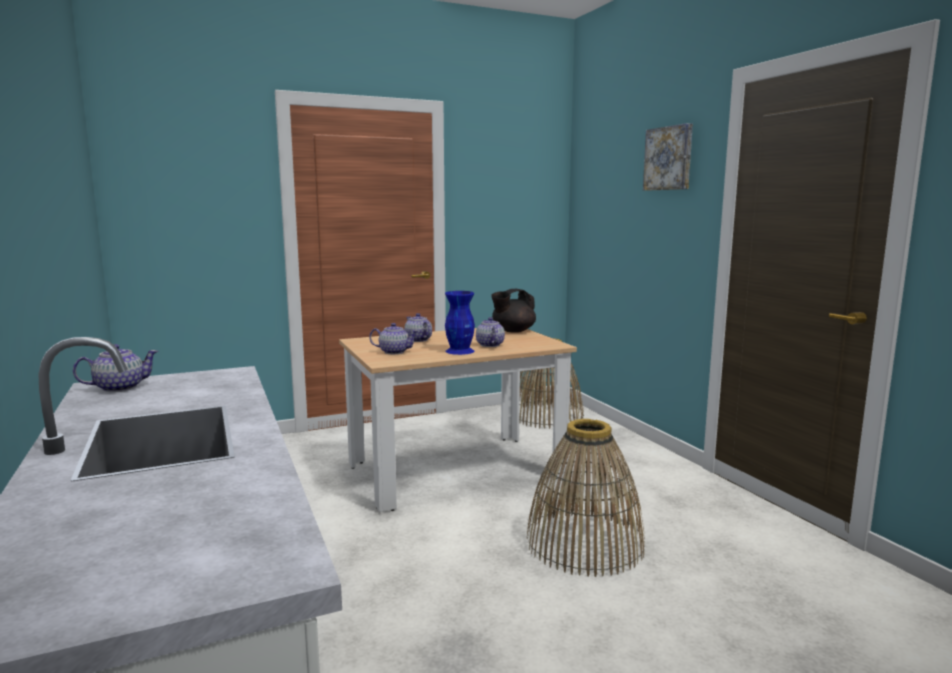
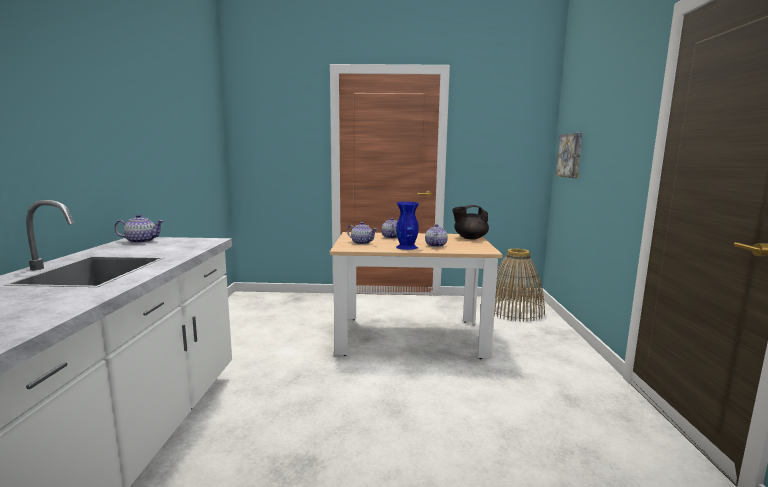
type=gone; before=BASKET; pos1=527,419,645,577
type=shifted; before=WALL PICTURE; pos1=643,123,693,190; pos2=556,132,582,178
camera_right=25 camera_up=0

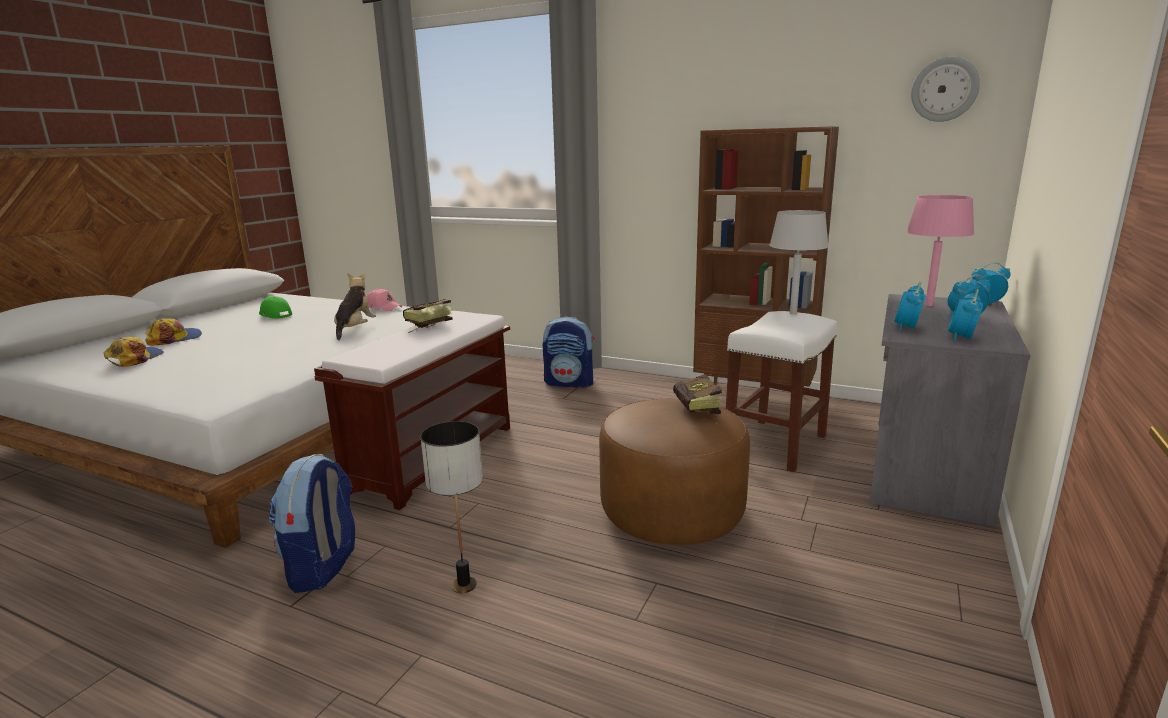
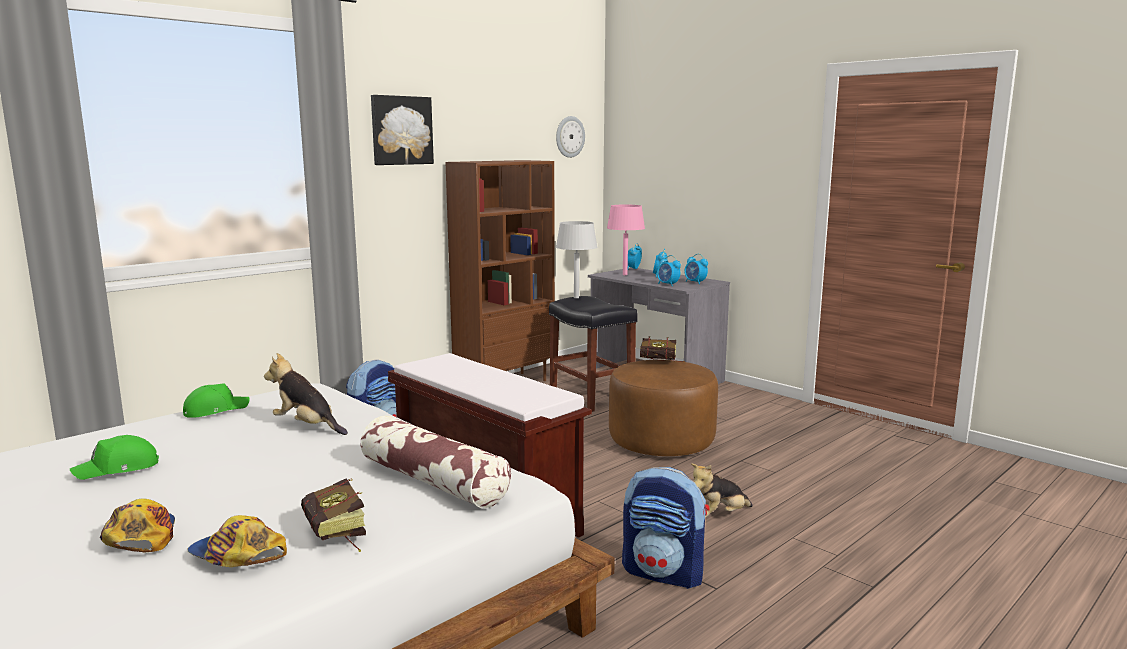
type=new; after=THROW PILLOW; pos2=361,415,511,508
type=new; after=WALL PICTURE; pos2=371,95,434,165
type=shifted; before=VOLUME; pos1=403,299,453,333; pos2=301,478,366,552
type=swapped; before=TABLE LAMP; after=PLUSH TOY; pos1=420,421,483,593; pos2=691,463,753,518
type=repainted; before=PINK PEAKED CAP; after=GREEN PEAKED CAP; pos1=366,289,402,311; pos2=183,383,250,418
type=repainted; before=WHITE SITTING STOOL; after=BLACK SITTING STOOL; pos1=726,311,837,472; pos2=549,296,638,412
camera_right=-70 camera_up=-5

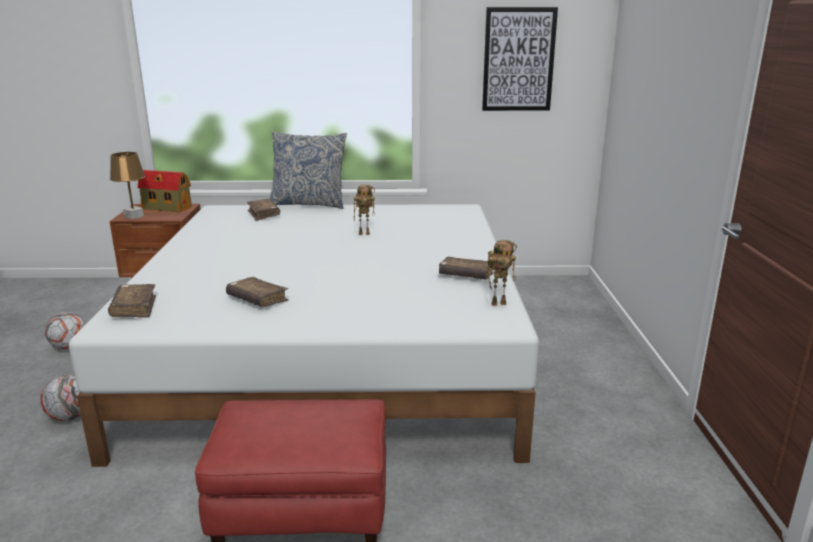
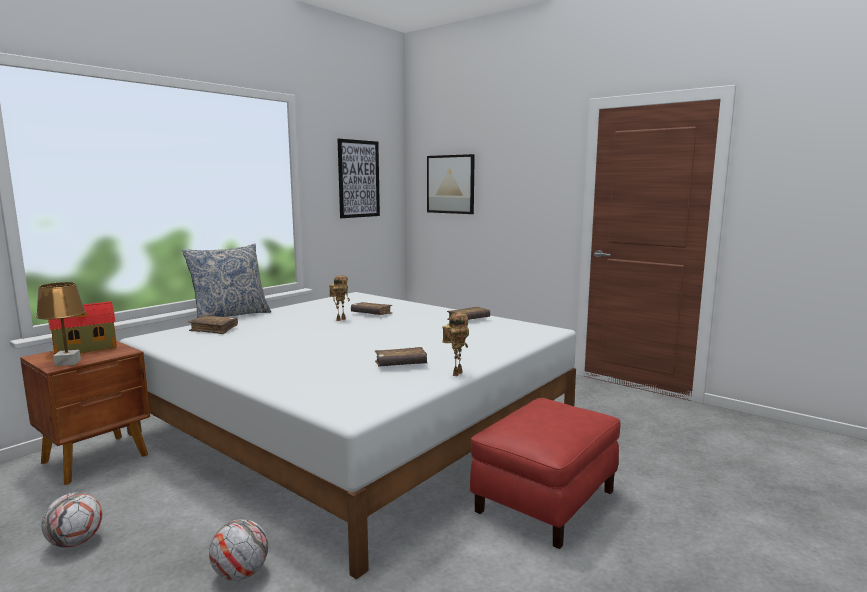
type=new; after=WALL PICTURE; pos2=427,154,475,214
type=shifted; before=BROWNISH VOLUME; pos1=108,284,156,318; pos2=351,302,392,315
type=shifted; before=MODEL ROBOT; pos1=487,240,517,306; pos2=442,312,469,376
camera_right=-50 camera_up=-10

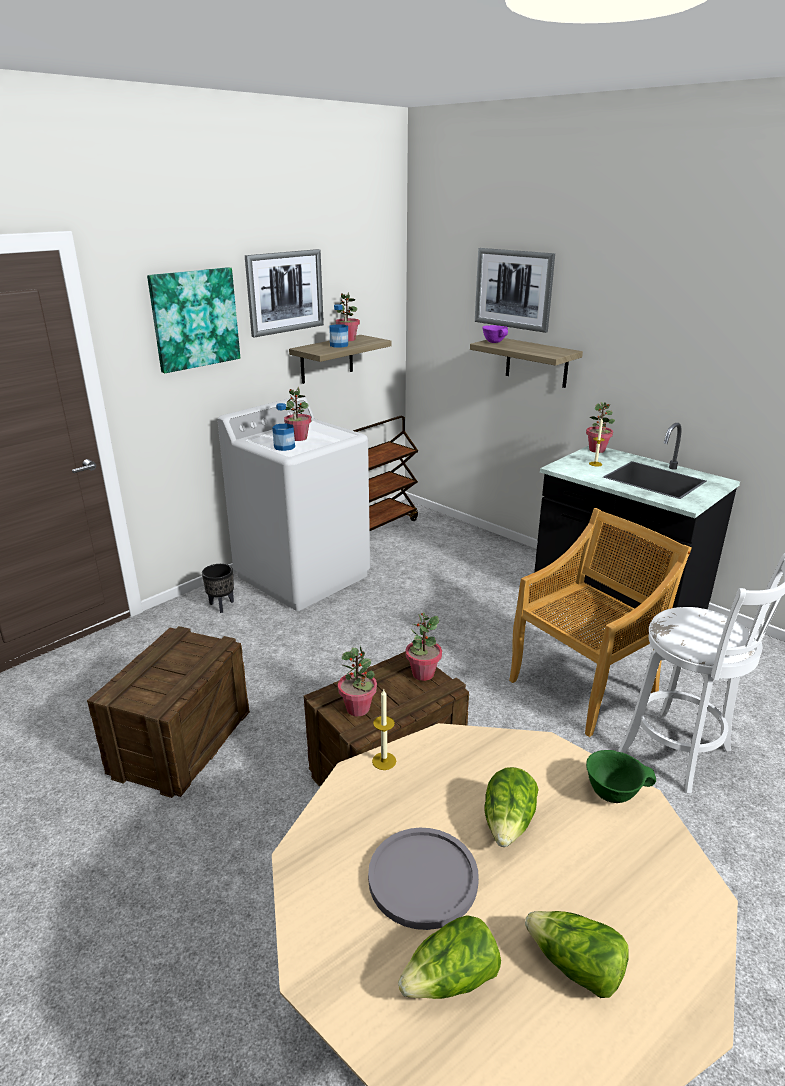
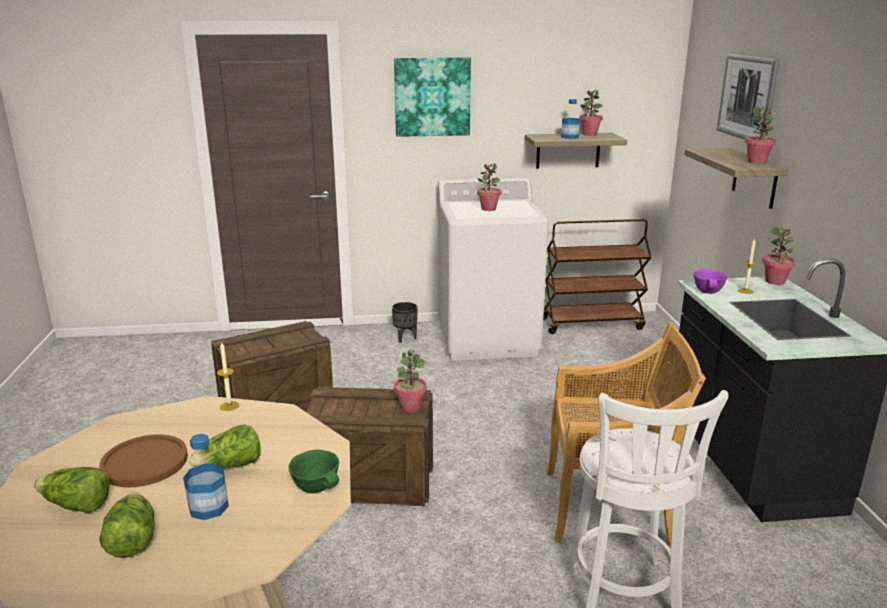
type=gone; before=WALL PICTURE; pos1=245,249,324,337
type=shifted; before=DRINK BOTTLE; pos1=272,403,295,451; pos2=183,434,229,520
type=shifted; before=POTTED PLANT; pos1=338,646,377,717; pos2=745,106,776,164
type=shifted; before=PURPLE SERVING BOWL; pos1=482,325,508,343; pos2=693,269,728,294
type=repainted; before=GREYISH DINNER PLATE; after=BROWNISH DINNER PLATE; pos1=368,828,479,930; pos2=99,434,188,487
camera_right=40 camera_up=-5

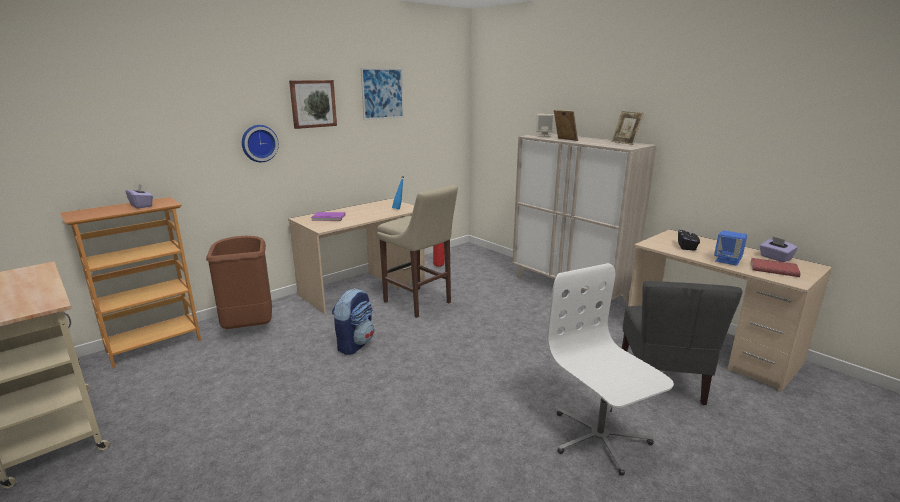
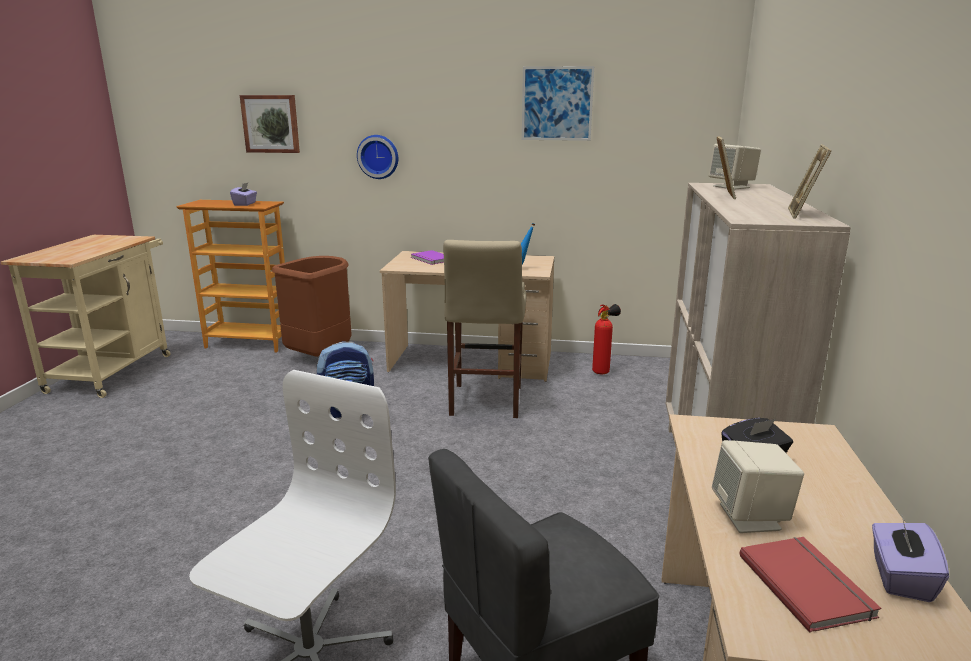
type=shifted; before=WALL PICTURE; pos1=289,80,337,129; pos2=240,95,300,153
type=repainted; before=BLUE LOUDSPEAKER; after=SAND-COLOURED LOUDSPEAKER; pos1=714,230,747,266; pos2=712,440,804,533
camera_right=50 camera_up=0

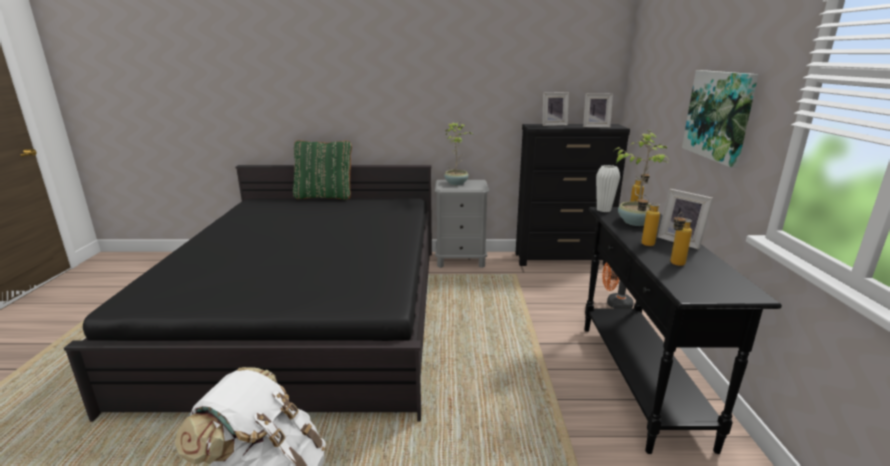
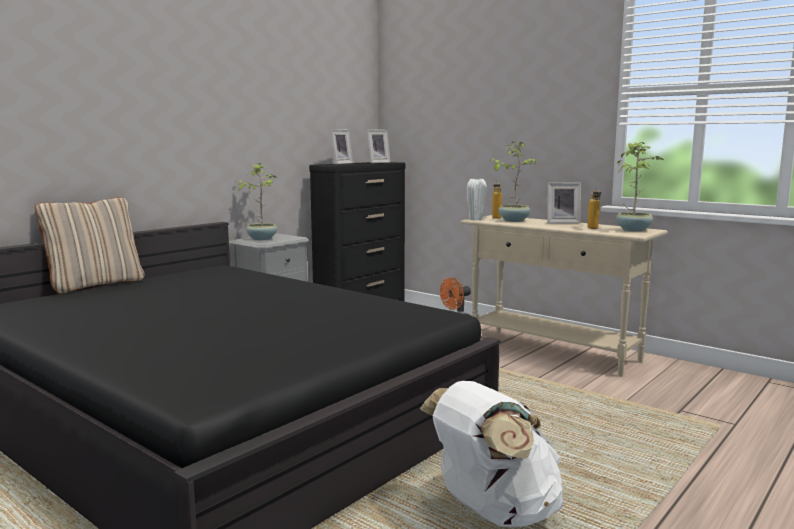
type=gone; before=DRINK BOTTLE; pos1=637,195,660,246
type=gone; before=WALL PICTURE; pos1=682,70,759,167
type=new; after=POTTED PLANT; pos2=616,142,664,232
type=repainted; before=GREEN THROW PILLOW; after=SAND-COLOURED THROW PILLOW; pos1=293,140,352,200; pos2=35,197,144,294
type=repainted; before=BLACK HALL TABLE; after=SAND-COLOURED HALL TABLE; pos1=585,207,782,454; pos2=461,215,668,377
camera_right=-50 camera_up=-10

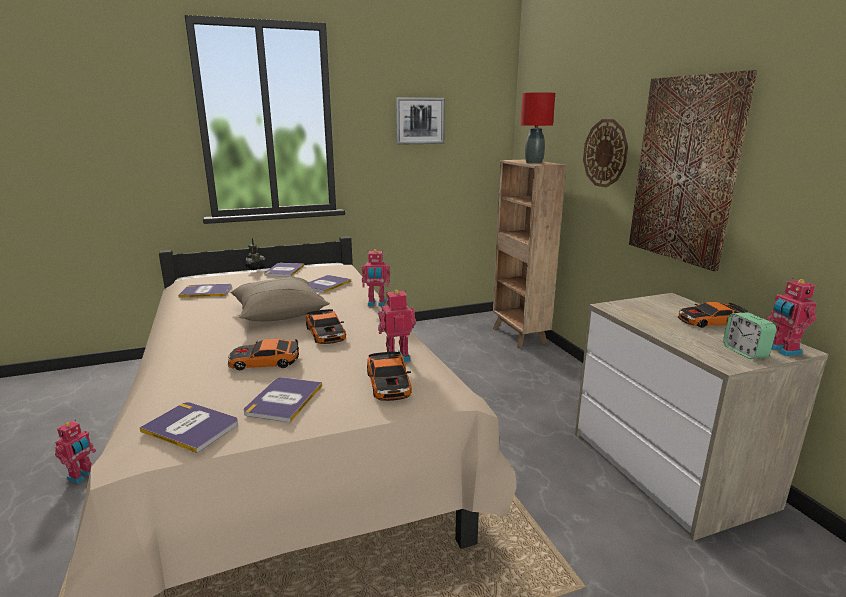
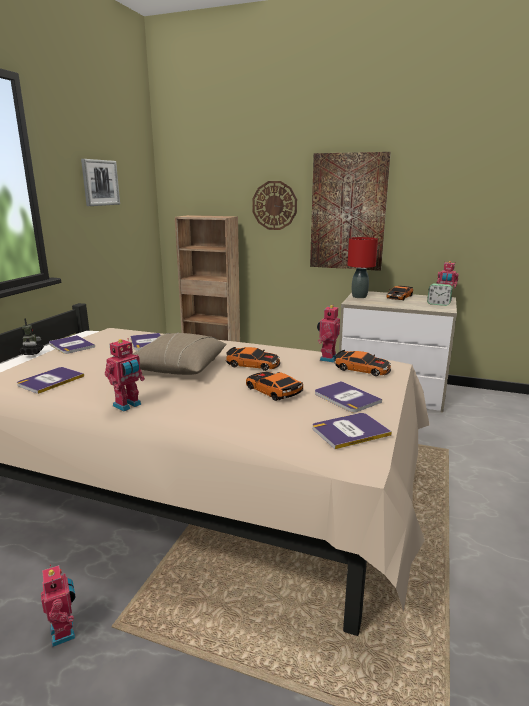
type=shifted; before=MODEL ROBOT; pos1=361,249,390,306; pos2=105,338,145,412
type=shifted; before=REDDISH TABLE LAMP; pos1=520,92,555,164; pos2=348,237,378,298
type=rotated; before=TOY CAR; pos1=228,339,299,370; pos2=246,372,303,401; turn=105
camera_right=-50 camera_up=0

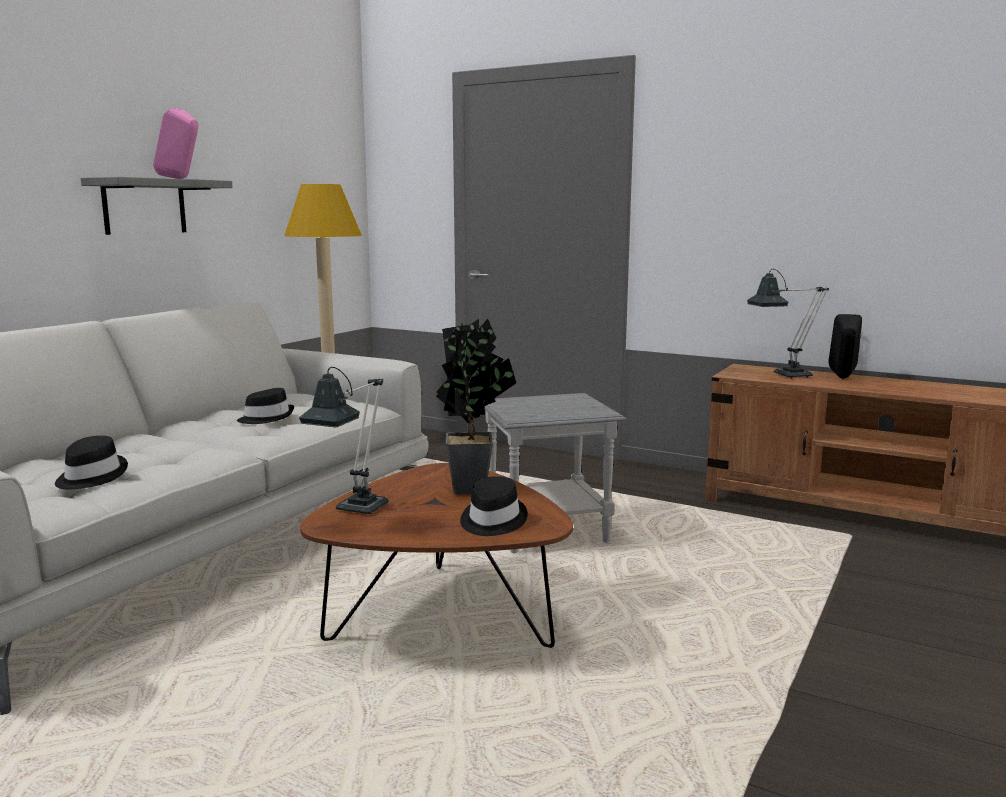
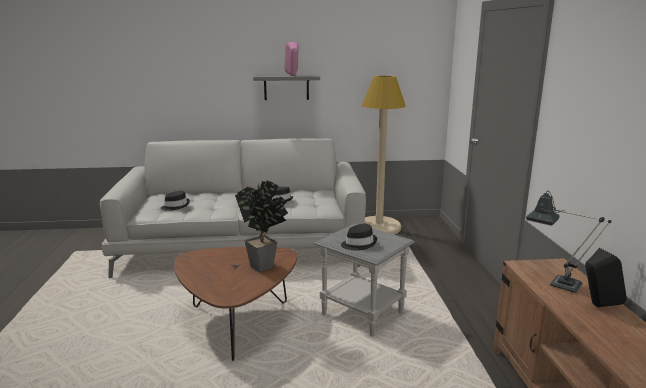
type=gone; before=TABLE LAMP; pos1=299,367,389,514
type=shifted; before=BLACK HAT; pos1=460,476,528,536; pos2=341,224,377,251
camera_right=55 camera_up=5

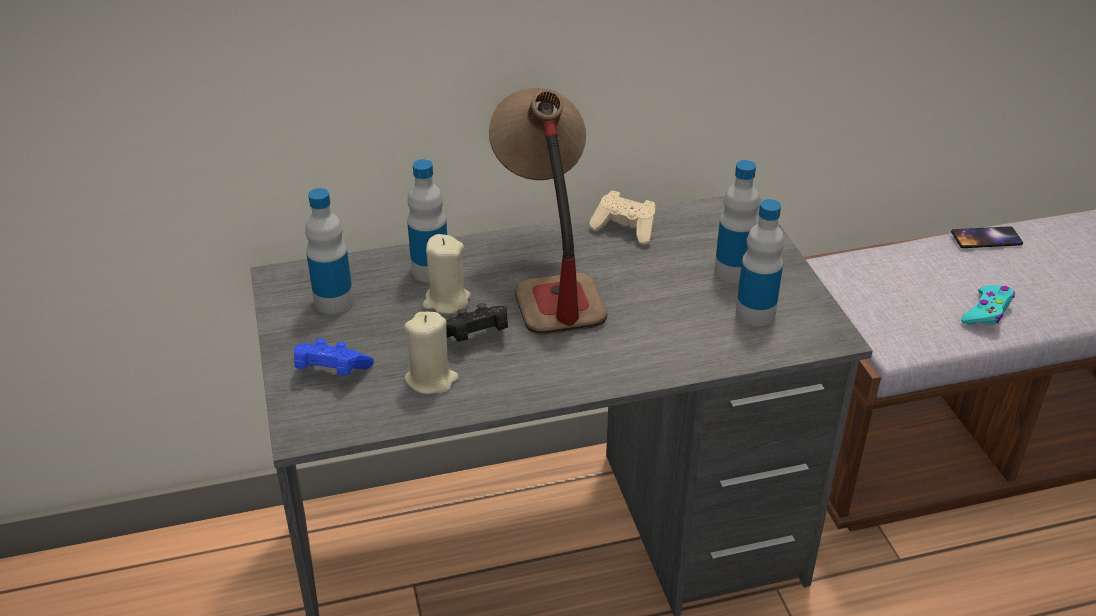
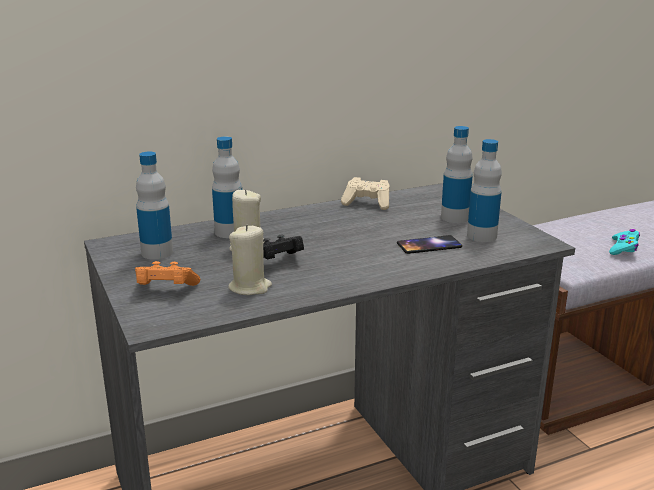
type=gone; before=TABLE LAMP; pos1=489,88,608,335
type=shifted; before=HANDSET; pos1=951,226,1023,248; pos2=397,235,462,254
type=repainted; before=BLUE GAMEPAD; after=ORANGEY GAMEPAD; pos1=294,339,374,376; pos2=135,261,200,286
camera_right=-10 camera_up=-15

